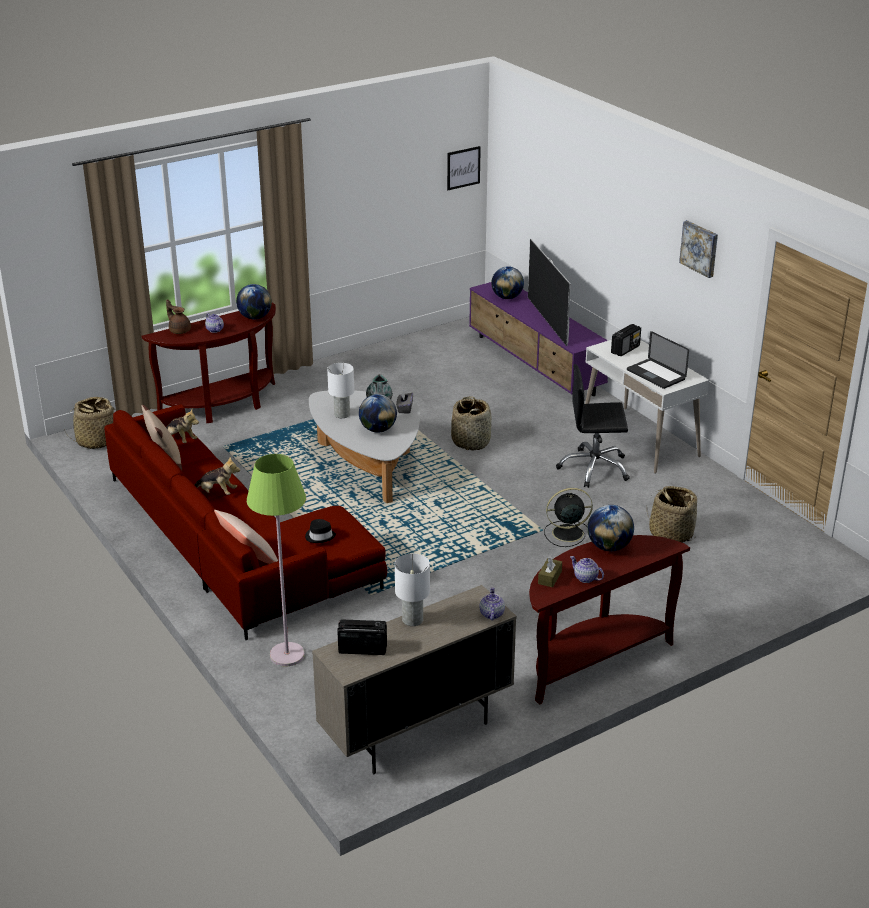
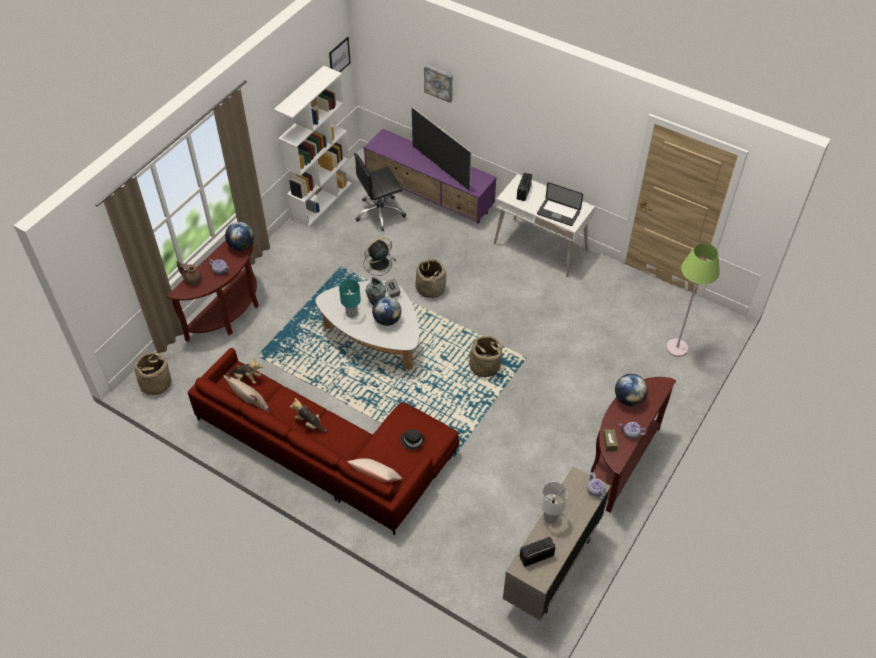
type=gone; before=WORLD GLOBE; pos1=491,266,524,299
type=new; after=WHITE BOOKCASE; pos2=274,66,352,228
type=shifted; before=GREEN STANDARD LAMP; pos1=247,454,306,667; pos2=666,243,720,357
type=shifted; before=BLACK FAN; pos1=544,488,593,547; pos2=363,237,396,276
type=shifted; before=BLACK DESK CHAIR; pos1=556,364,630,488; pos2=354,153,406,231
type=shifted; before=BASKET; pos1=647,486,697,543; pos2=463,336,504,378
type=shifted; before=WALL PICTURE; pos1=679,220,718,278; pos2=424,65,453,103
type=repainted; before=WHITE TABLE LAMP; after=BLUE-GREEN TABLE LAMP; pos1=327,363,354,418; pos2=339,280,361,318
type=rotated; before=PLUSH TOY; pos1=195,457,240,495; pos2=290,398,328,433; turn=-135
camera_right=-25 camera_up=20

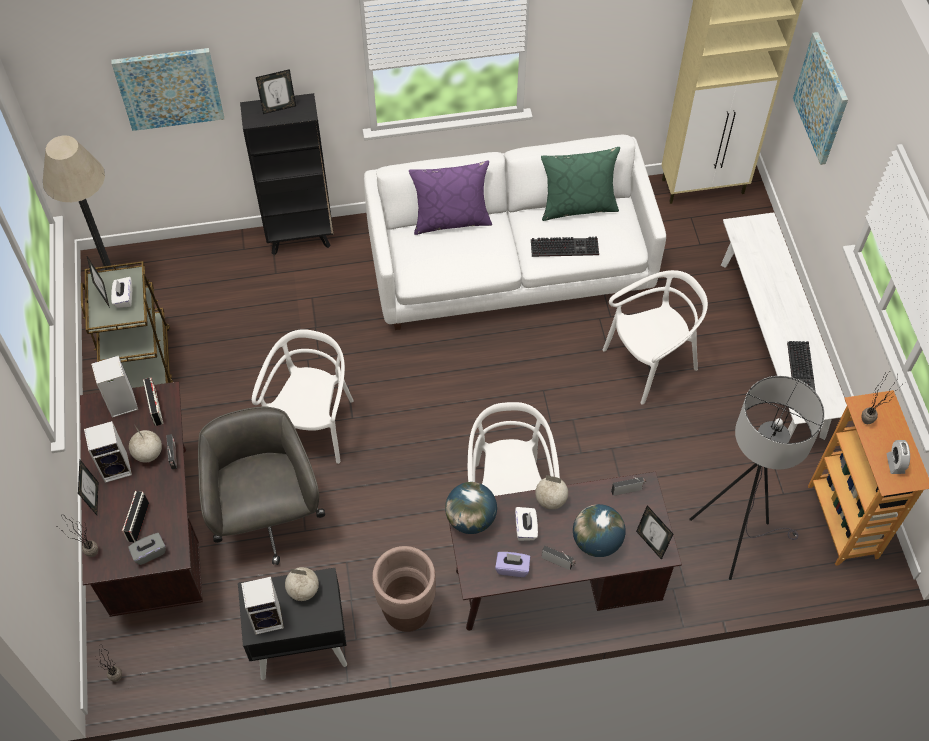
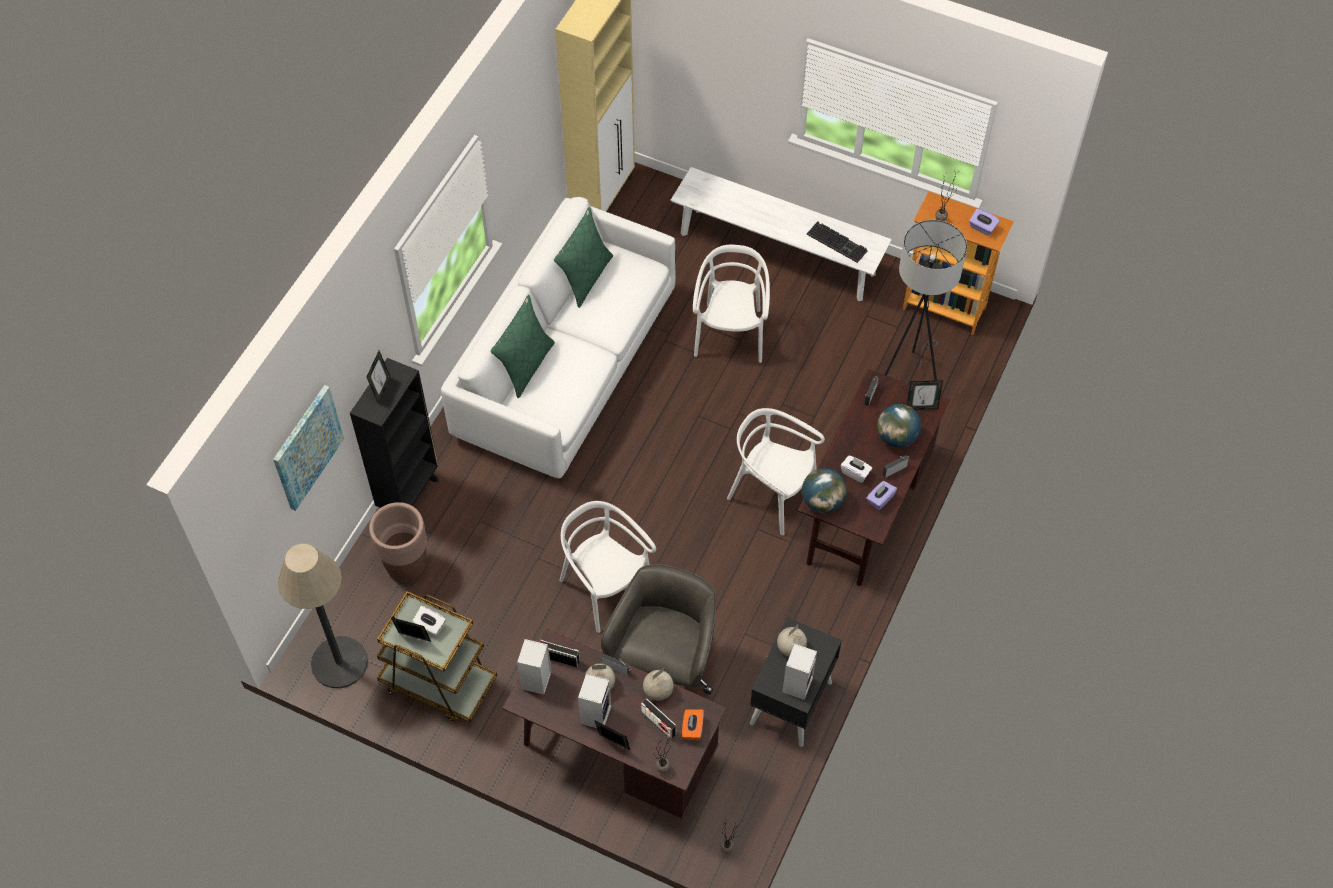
type=gone; before=KEYBOARD; pos1=531,237,599,257
type=gone; before=WALL PICTURE; pos1=793,32,848,165
type=shifted; before=BROWNISH FLOWER POT; pos1=372,546,436,632; pos2=369,502,427,583
type=shifted; before=WORLD GLOBE; pos1=535,475,568,510; pos2=643,668,674,701
type=swapped; before=TABLE CLOCK; after=PURPLE TISSUE BOX; pos1=886,440,910,474; pos2=969,208,1000,236
type=repainted; before=GREYISH TISSUE BOX; after=ORANGEY TISSUE BOX; pos1=128,533,166,565; pos2=682,709,704,741
type=repainted; before=PURPLE THROW PILLOW; after=GREEN THROW PILLOW; pos1=409,160,492,235; pos2=491,295,555,398
type=rotated; before=GREYISH DESK CHAIR; pos1=198,407,325,565; pos2=601,564,716,694; turn=90
camera_right=-55 camera_up=0

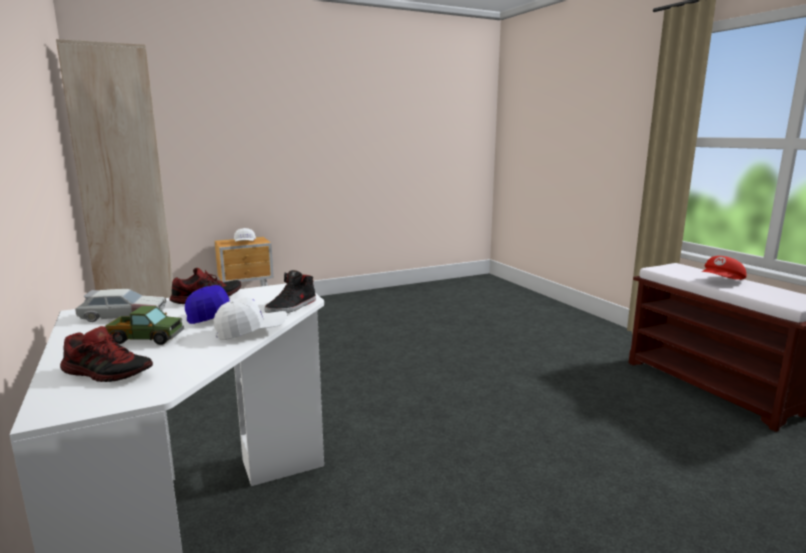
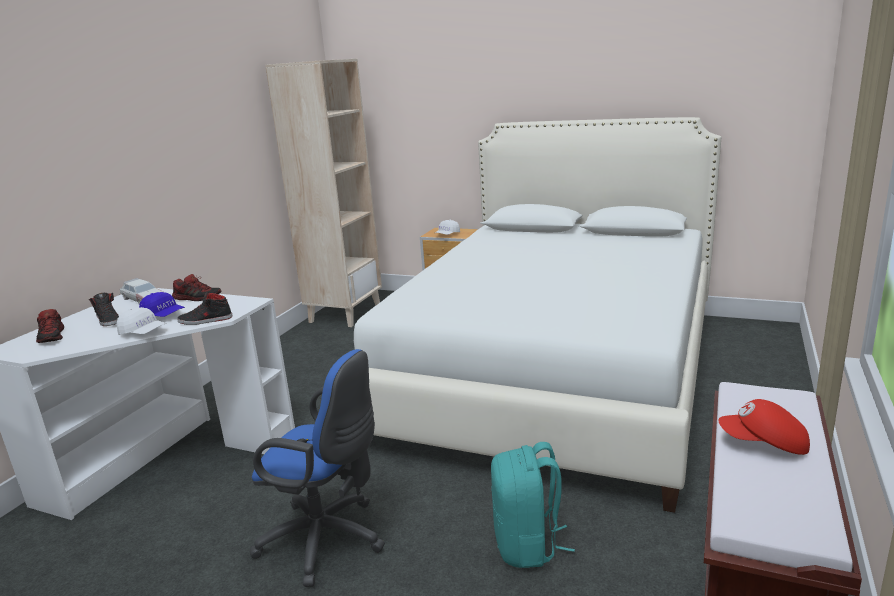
type=new; after=BLUE DESK CHAIR; pos2=250,349,385,587
type=new; after=WHITE BEDROOM BED; pos2=354,117,721,513
type=new; after=BLUE-GREEN RUCKSACK; pos2=491,442,575,568
type=swapped; before=MODEL TRUCK; after=BLACK LOW SHOE; pos1=105,306,184,345; pos2=89,293,119,326
camera_right=50 camera_up=5

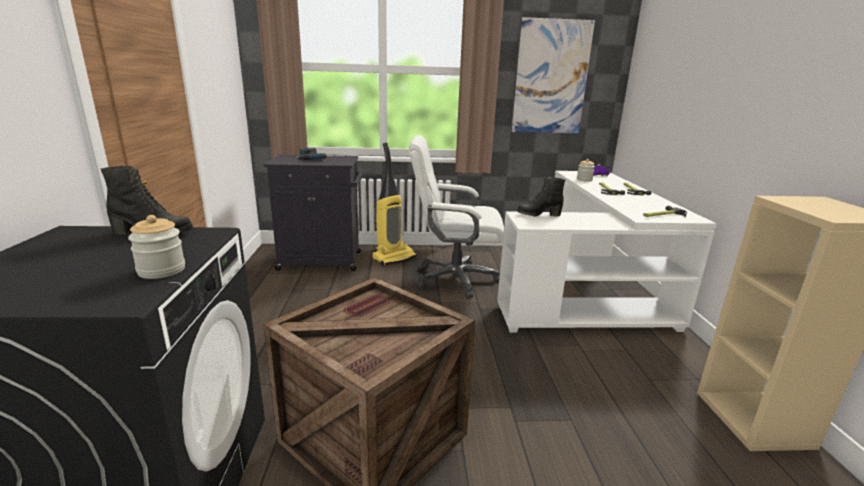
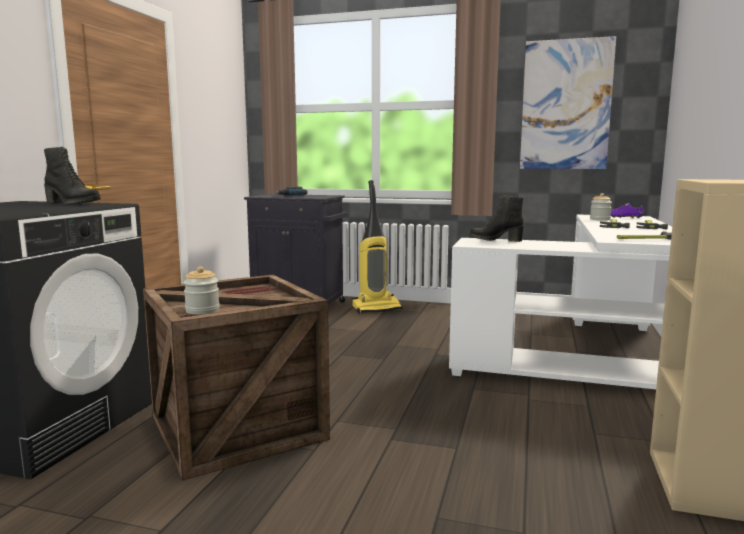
type=gone; before=WHITE DESK CHAIR; pos1=409,135,504,298
type=shifted; before=PRESERVE JAR; pos1=128,215,185,279; pos2=183,266,220,314
camera_right=20 camera_up=-10

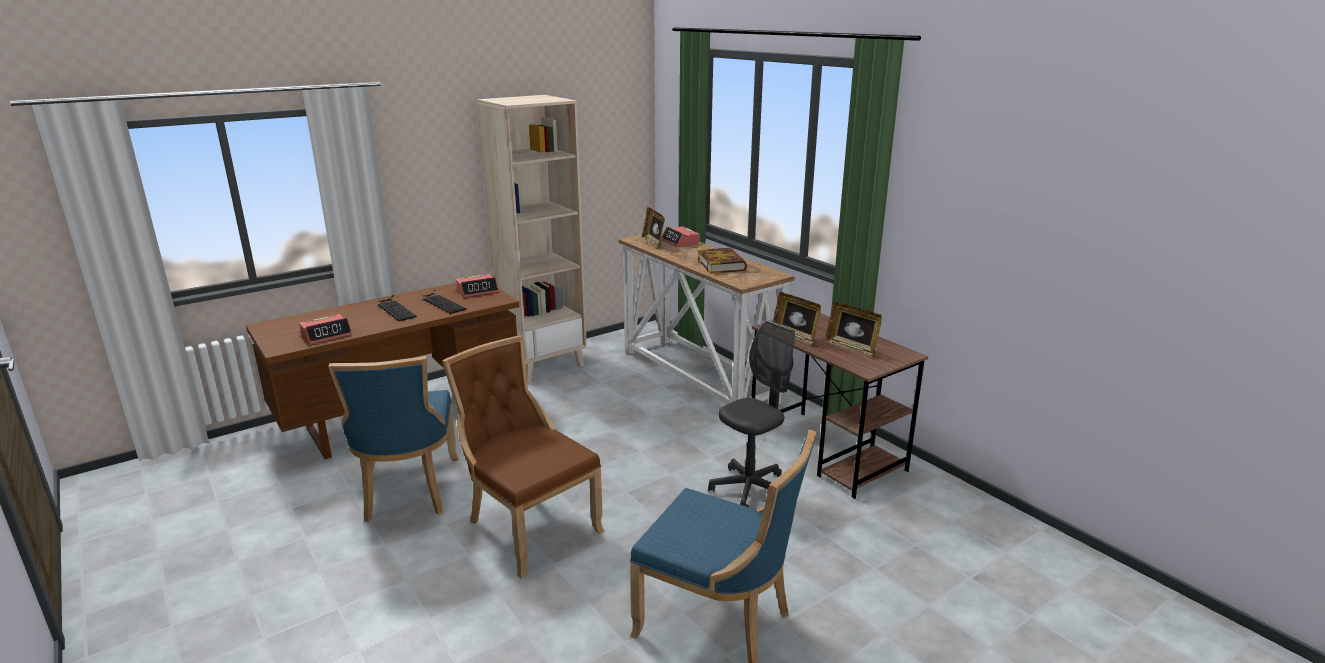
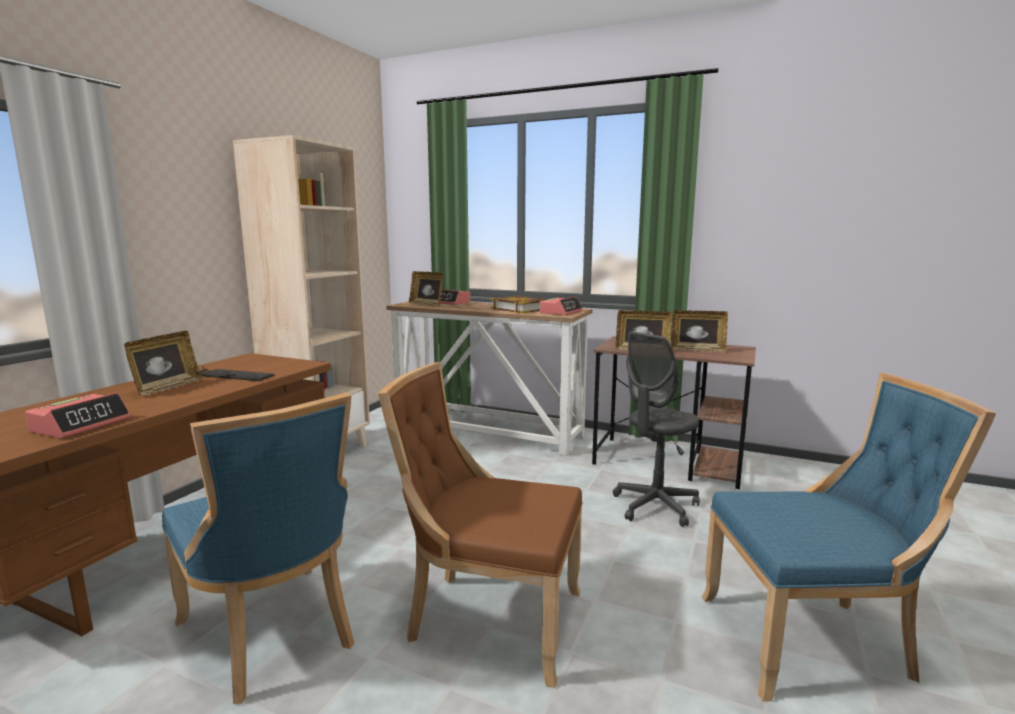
type=shifted; before=TABLE CLOCK; pos1=456,274,499,298; pos2=540,296,583,315
type=swapped; before=KEYBOARD; after=PHOTO FRAME; pos1=378,295,417,321; pos2=124,331,203,396
type=rotated; before=GREYISH DESK CHAIR; pos1=708,320,795,507; pos2=613,331,700,527; turn=-150
camera_right=-30 camera_up=-10

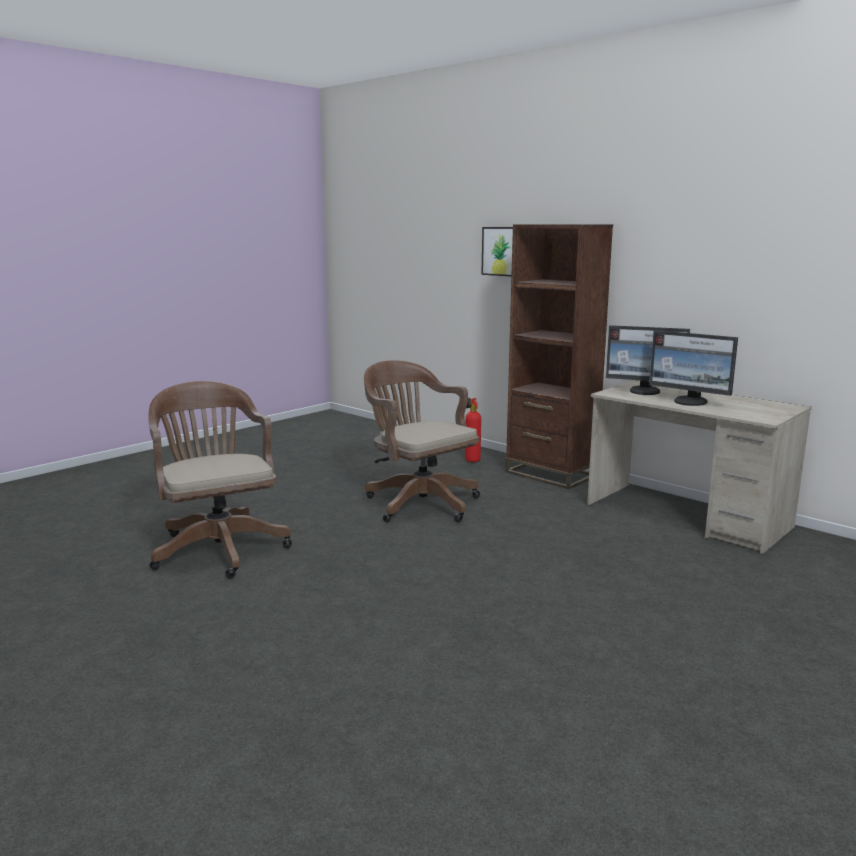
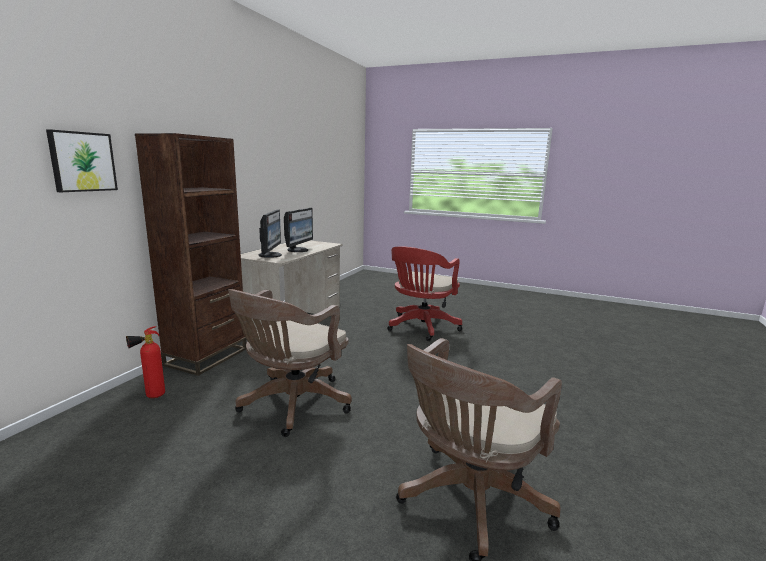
type=new; after=REDDISH DESK CHAIR; pos2=387,246,462,341
camera_right=-110 camera_up=0

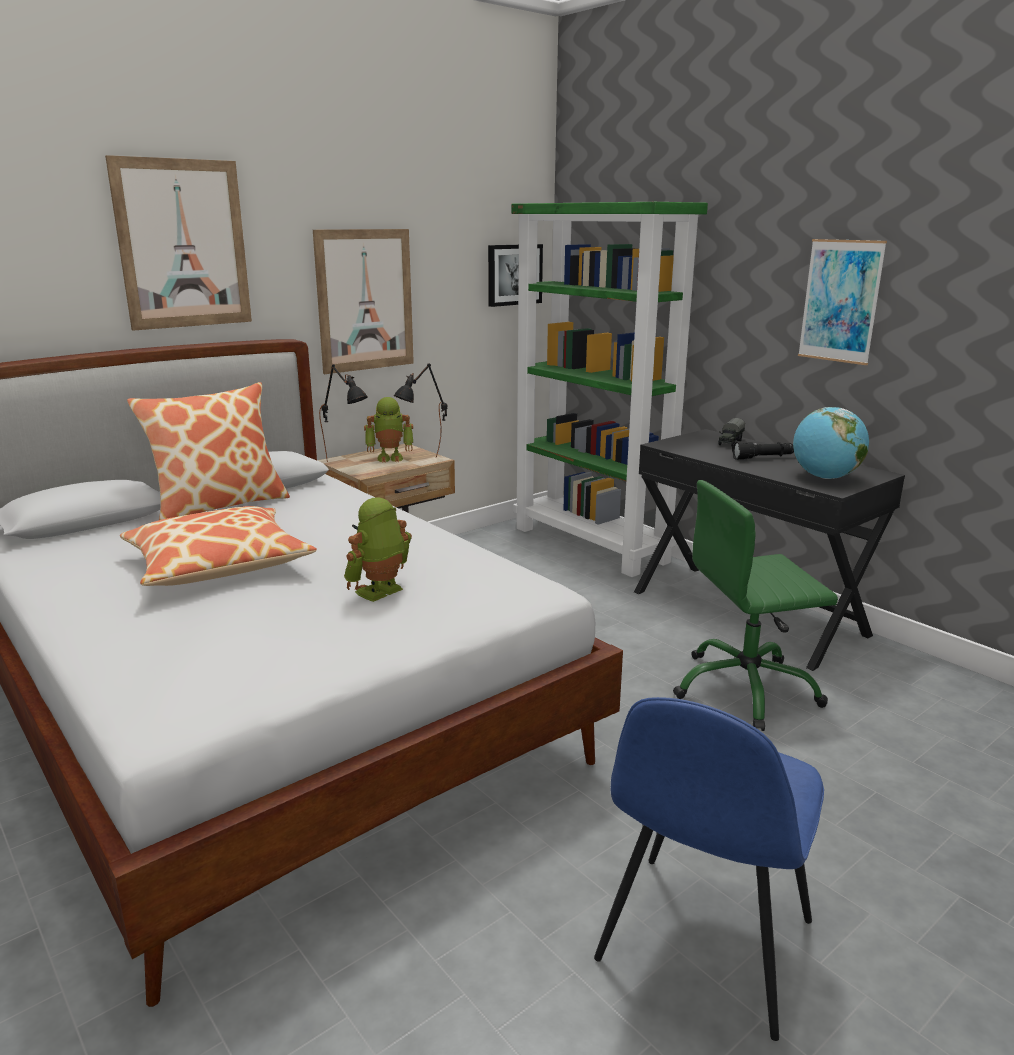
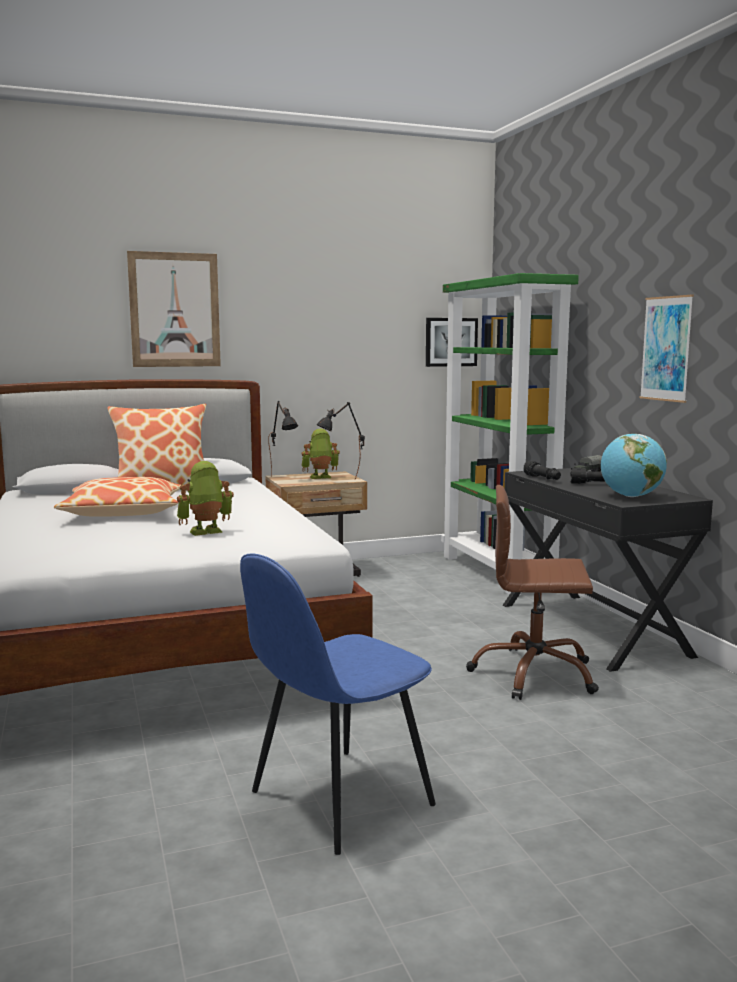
type=gone; before=WALL PICTURE; pos1=313,229,414,374
type=new; after=BLACK FLASHLIGHT; pos2=523,461,561,480
type=repainted; before=GREEN DESK CHAIR; after=BROWNISH DESK CHAIR; pos1=673,480,838,731; pos2=466,485,599,700
type=rotated; before=MODEL ROBOT; pos1=364,397,413,463; pos2=301,429,340,479; turn=150
camera_right=20 camera_up=-10

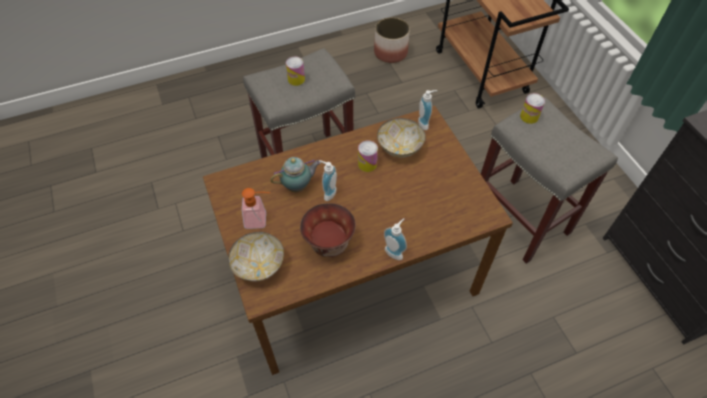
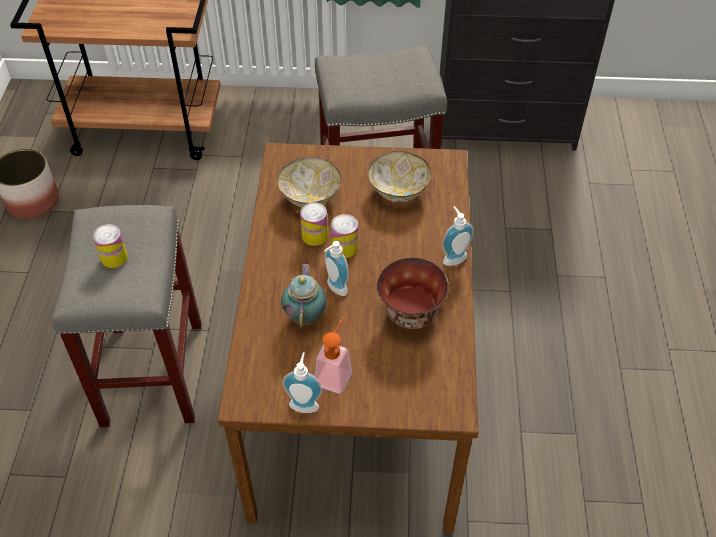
type=shifted; before=SERVING BOWL; pos1=228,232,284,281; pos2=368,151,431,202
type=shifted; before=SOAP DISPENSER; pos1=418,90,438,130; pos2=282,352,322,413
type=shifted; before=CAN; pos1=520,93,545,124; pos2=331,214,358,258
camera_right=-65 camera_up=-5

